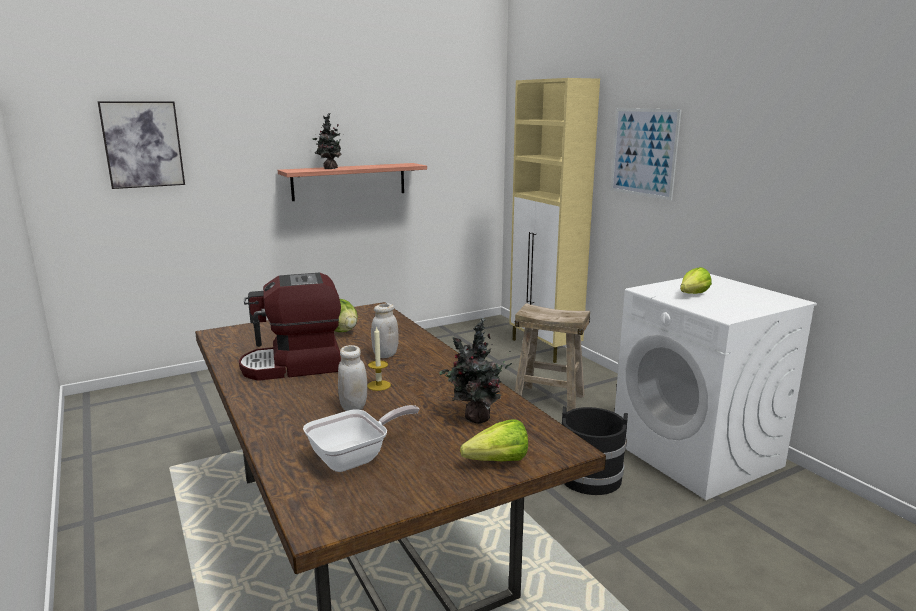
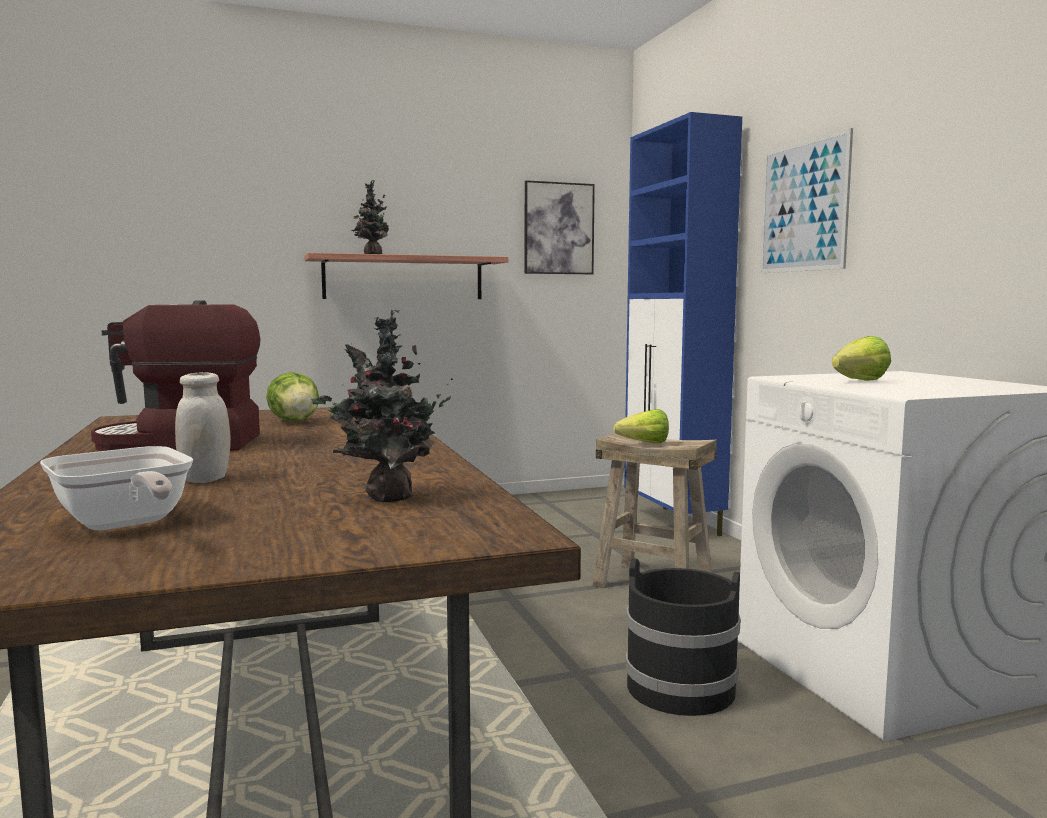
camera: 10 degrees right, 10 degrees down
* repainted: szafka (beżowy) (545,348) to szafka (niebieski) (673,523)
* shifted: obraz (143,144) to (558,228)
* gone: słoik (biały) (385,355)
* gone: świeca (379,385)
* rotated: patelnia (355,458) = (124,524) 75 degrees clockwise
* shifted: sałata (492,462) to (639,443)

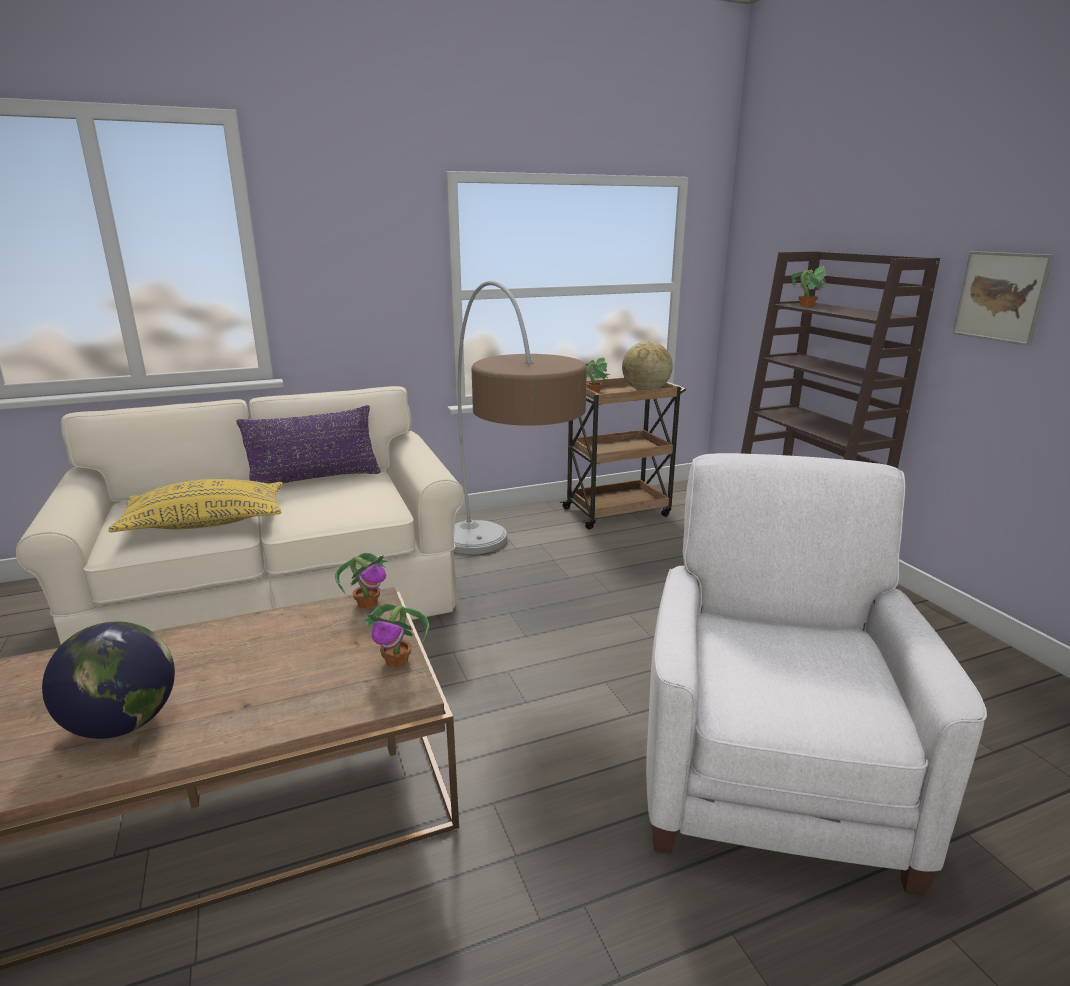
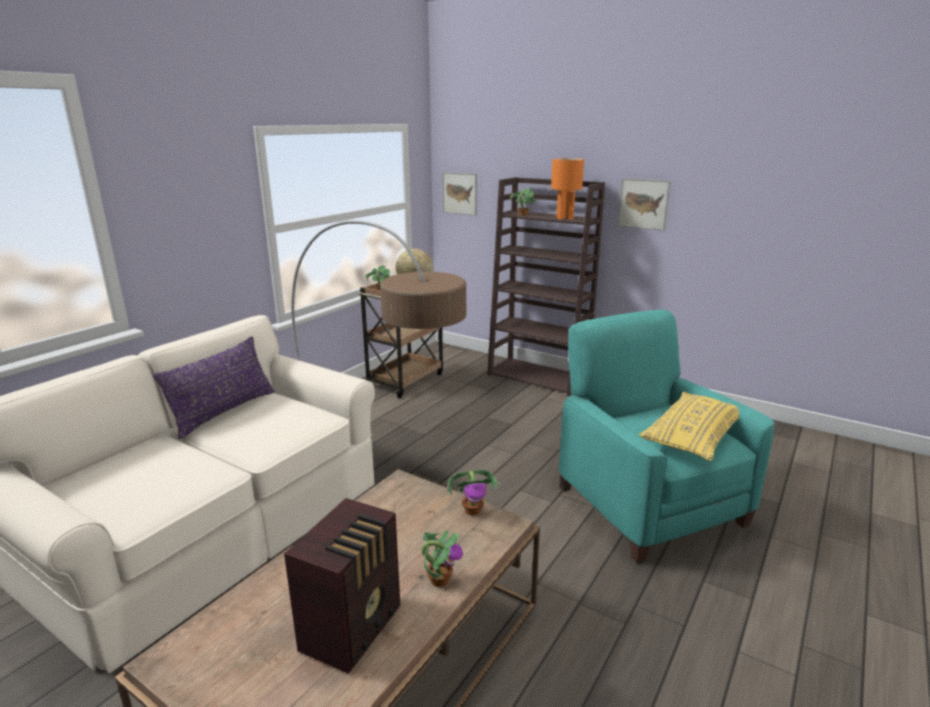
camera: 35 degrees left, 0 degrees up
* repainted: fotel (biały) (770,778) to fotel (turkusowy) (648,504)
* shifted: poduszka (żółty) (206,523) to (693,437)
* shifted: roślina doniczkowa (367,603) to (439,580)
* swapped: globus (124,723) to radio (354,627)
* new: lampa stołowa (pomarańczowy) (564,218)
* new: obraz (459,193)

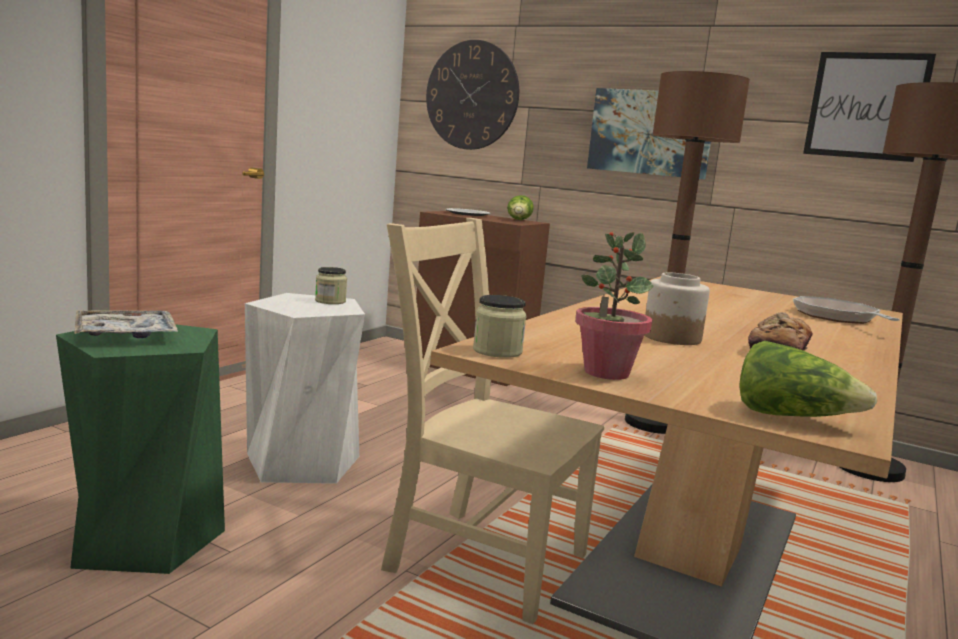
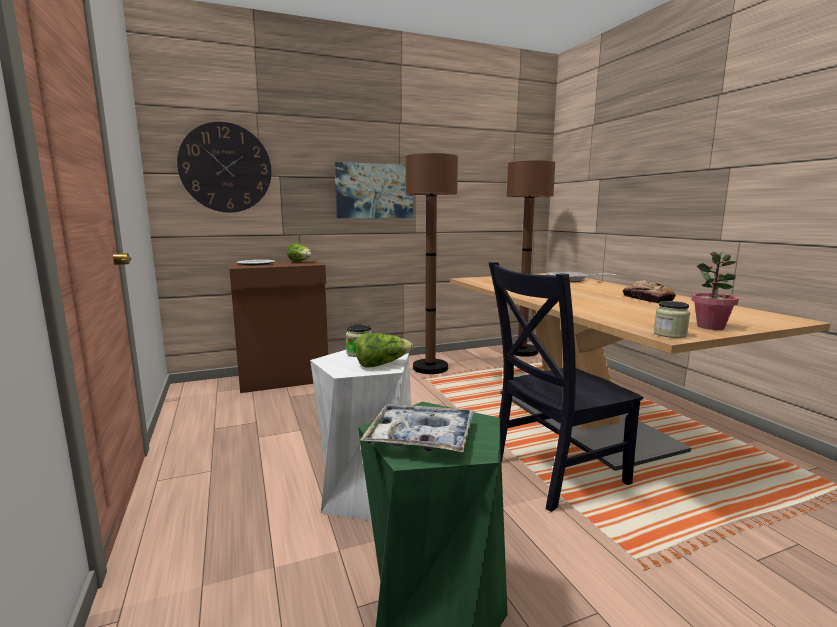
camera: 50 degrees left, 0 degrees up
* gone: obraz (866,106)
* repainted: krzesło (beżowy) (479,558) to krzesło (czarny) (553,473)
* gone: słoik (671,337)
* shifted: sałata (792,417) to (382,364)

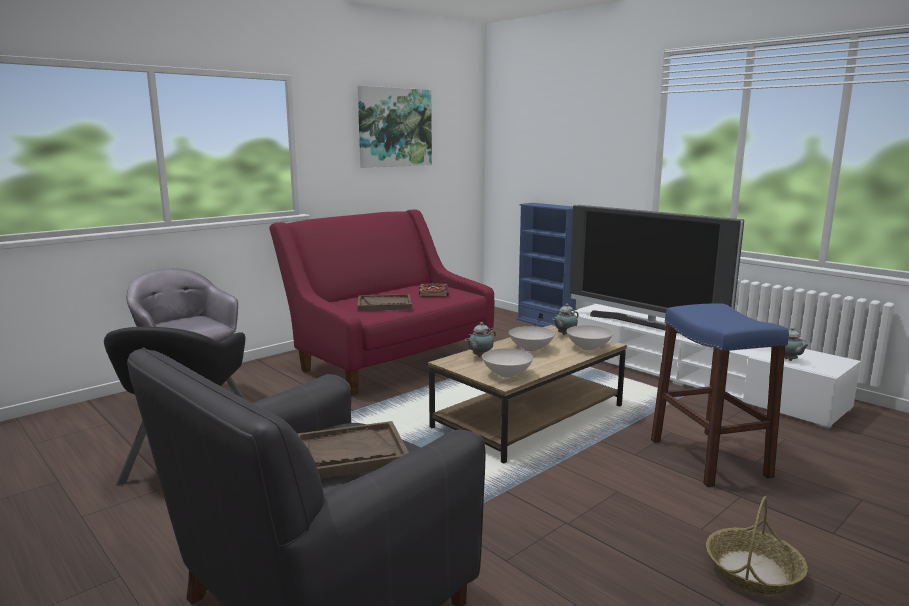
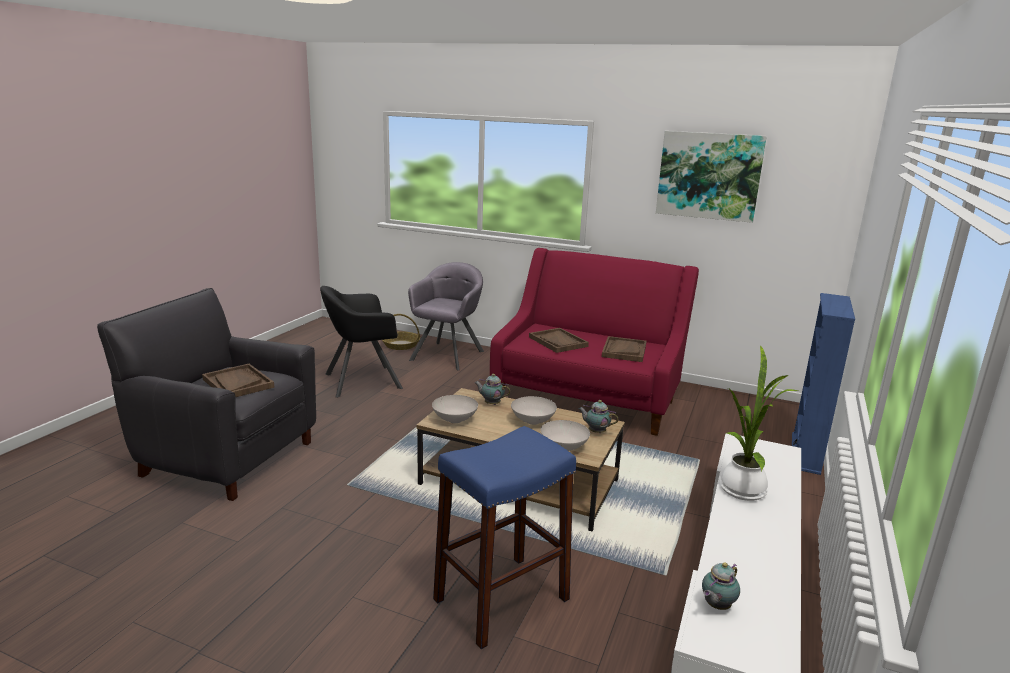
camera: 65 degrees right, 5 degrees up
* swapped: telewizor (647,325) to roślina doniczkowa (743,488)
* swapped: książka (433,292) to taca (brązowy) (624,350)
* shifted: koszyk (753,571) to (400,345)

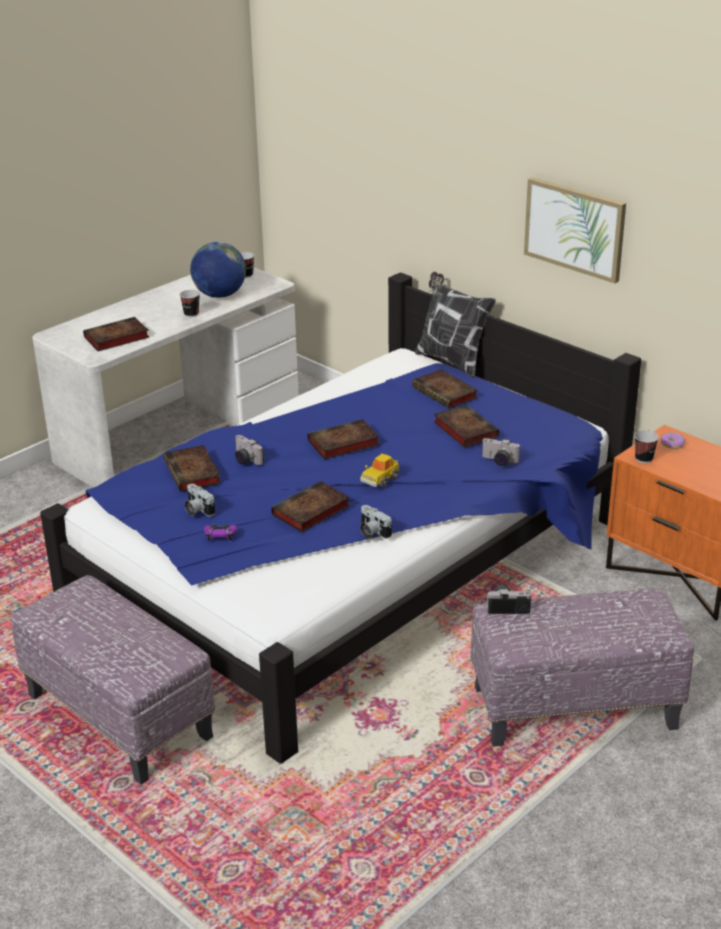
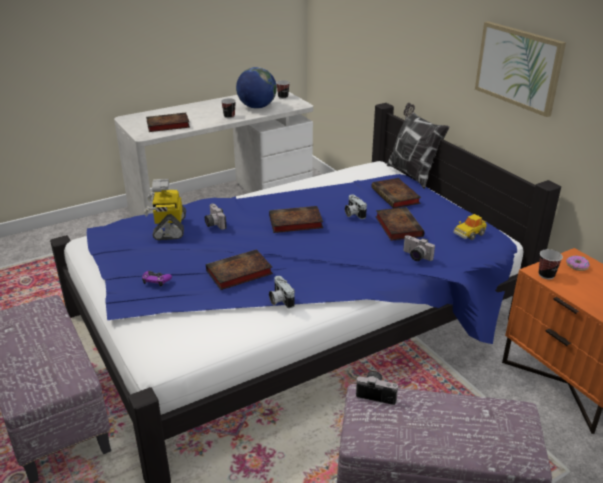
camera: 15 degrees right, 0 degrees up
* swapped: książka (193,473) to robot zabawkowy (169,228)
* shifted: samochodzik (380,479) to (469,233)
* shifted: aparat fotograficzny (197,510) to (353,213)

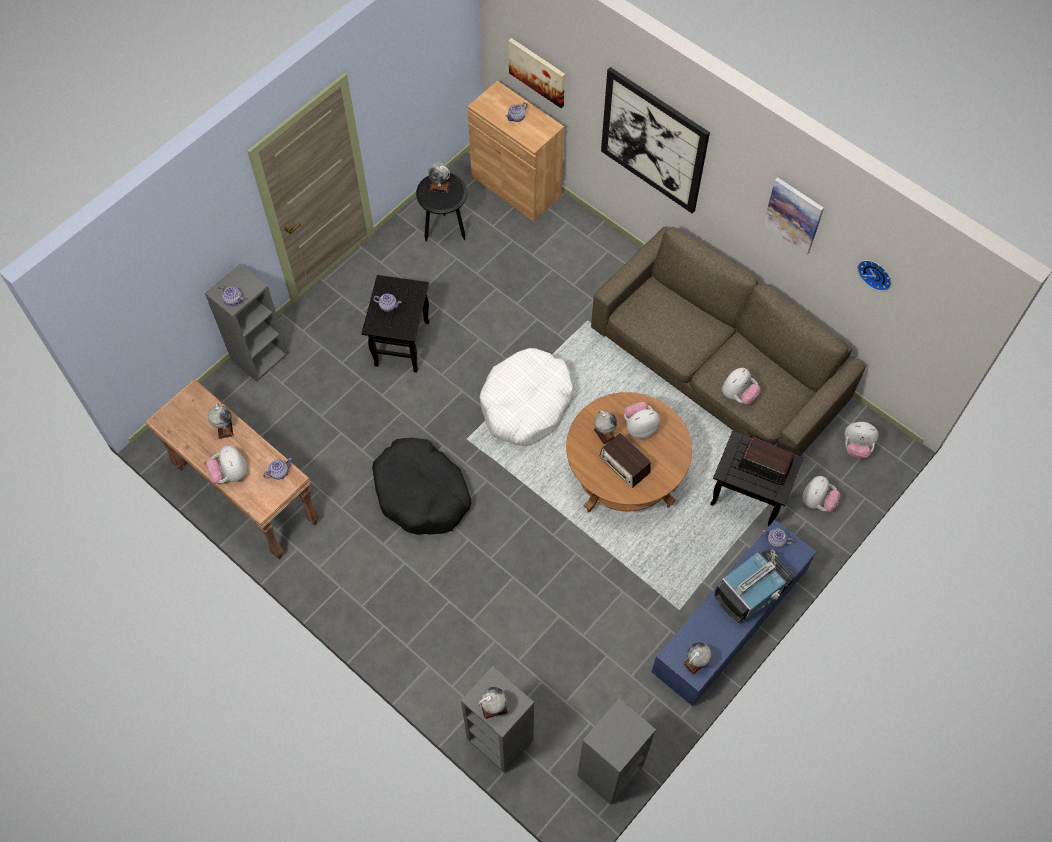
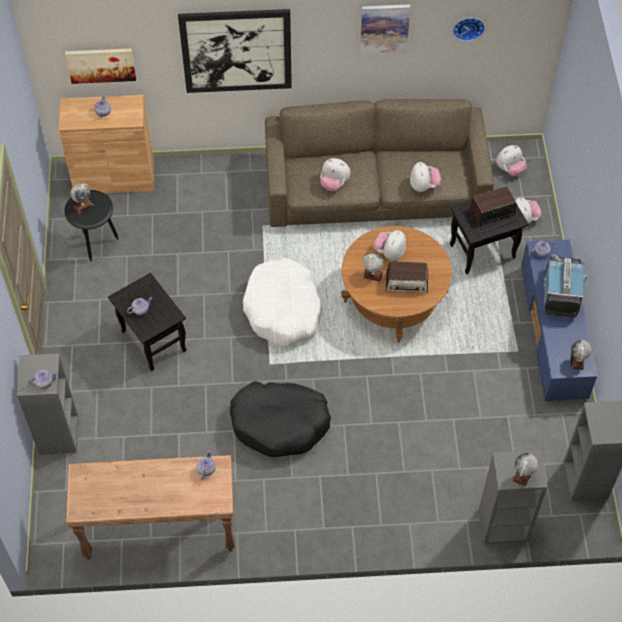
camera: 45 degrees left, 5 degrees down
* gone: globus (225,428)
* shifted: pluszak (230,474) to (334,184)

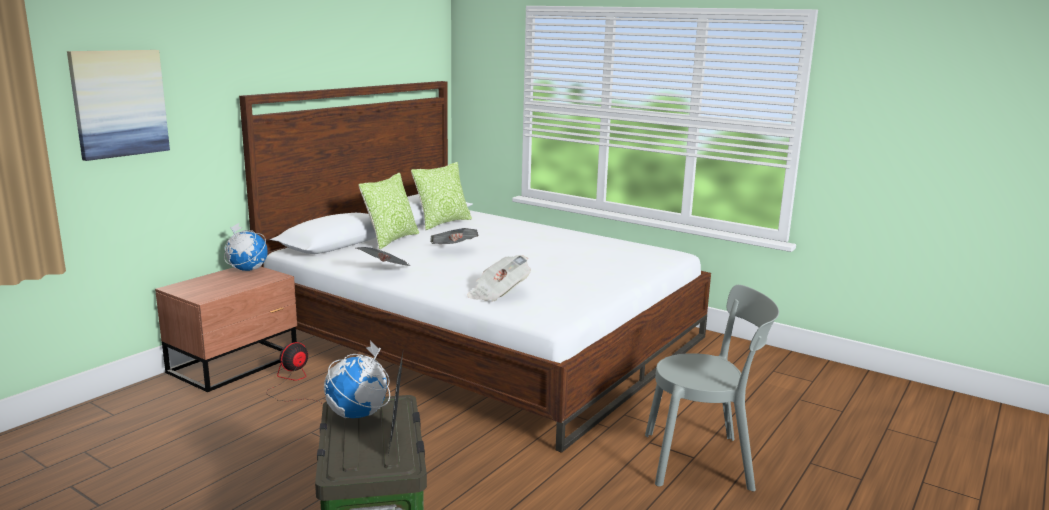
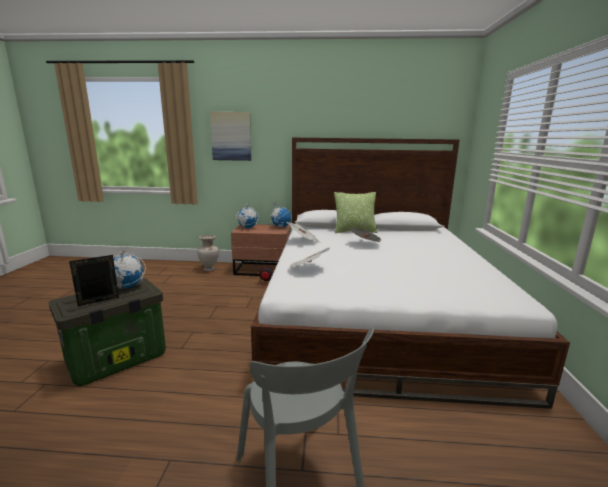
camera: 60 degrees right, 0 degrees up
* gone: poduszka (442,223)
* new: globus (247,227)
* new: wazon (beżowy) (209,269)

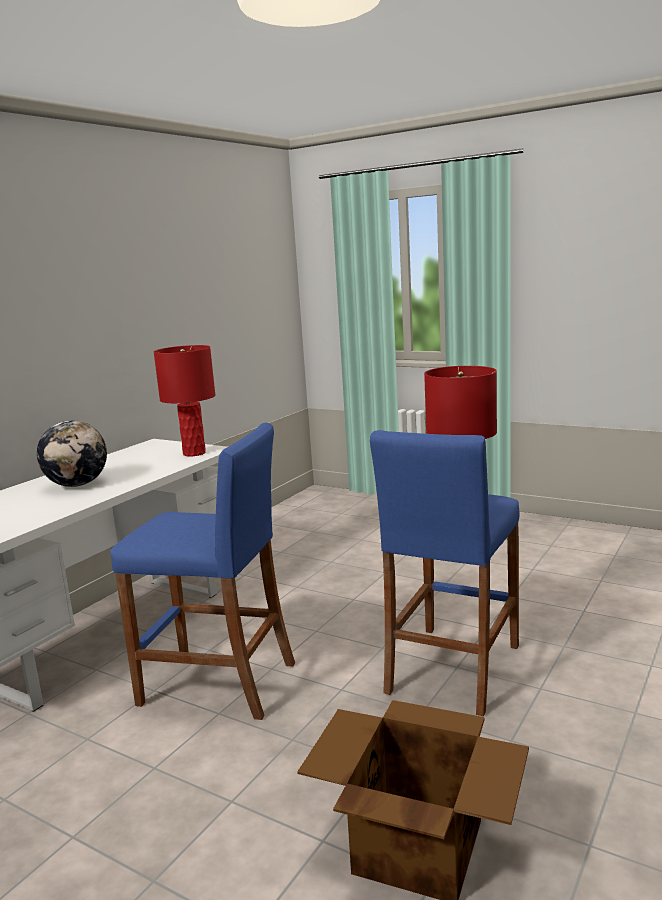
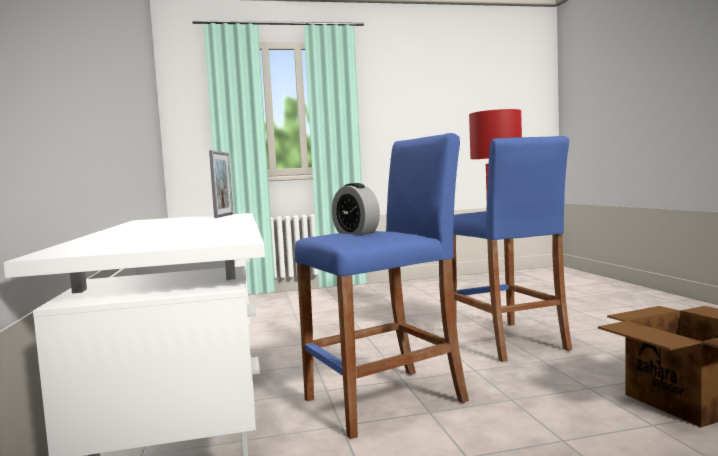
camera: 45 degrees left, 10 degrees down
* swapped: lampa stołowa (czerwony) (194,453) to ramka na zdjęcie (224,216)
* gone: globus (77,485)
* new: budzik (356,233)

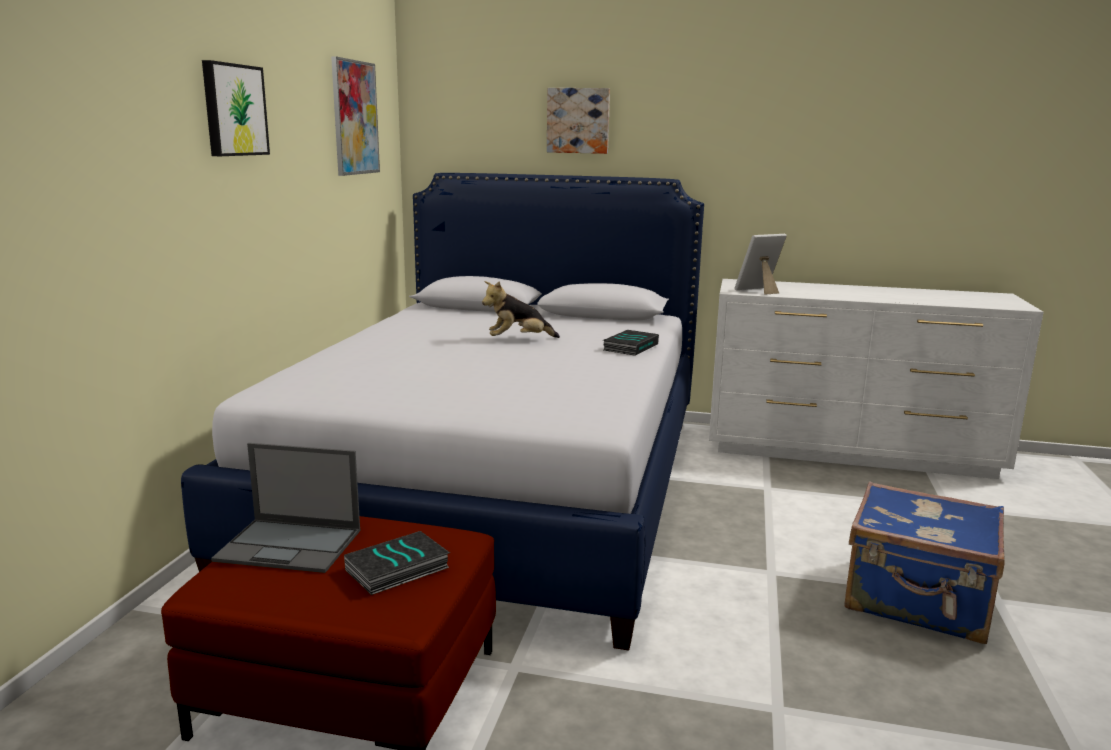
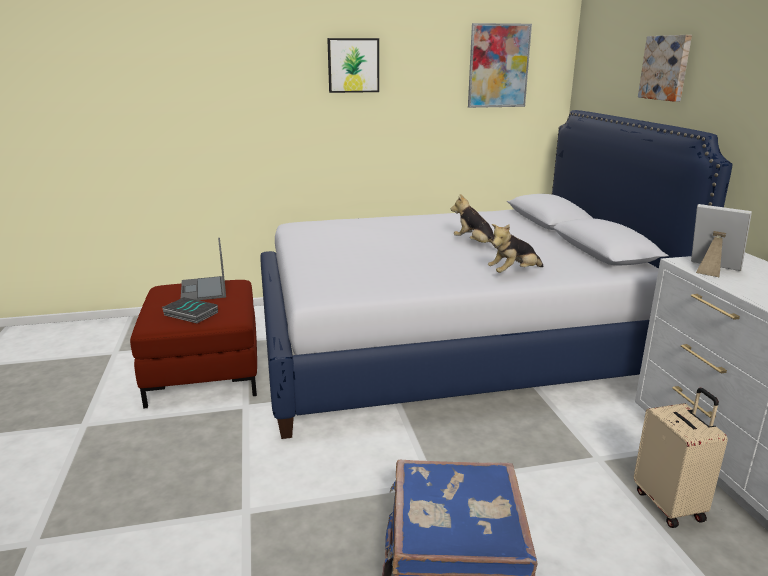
camera: 65 degrees right, 5 degrees up
* swapped: książka (630,347) to pluszak (514,273)
* new: walizka (beżowy) (670,505)

